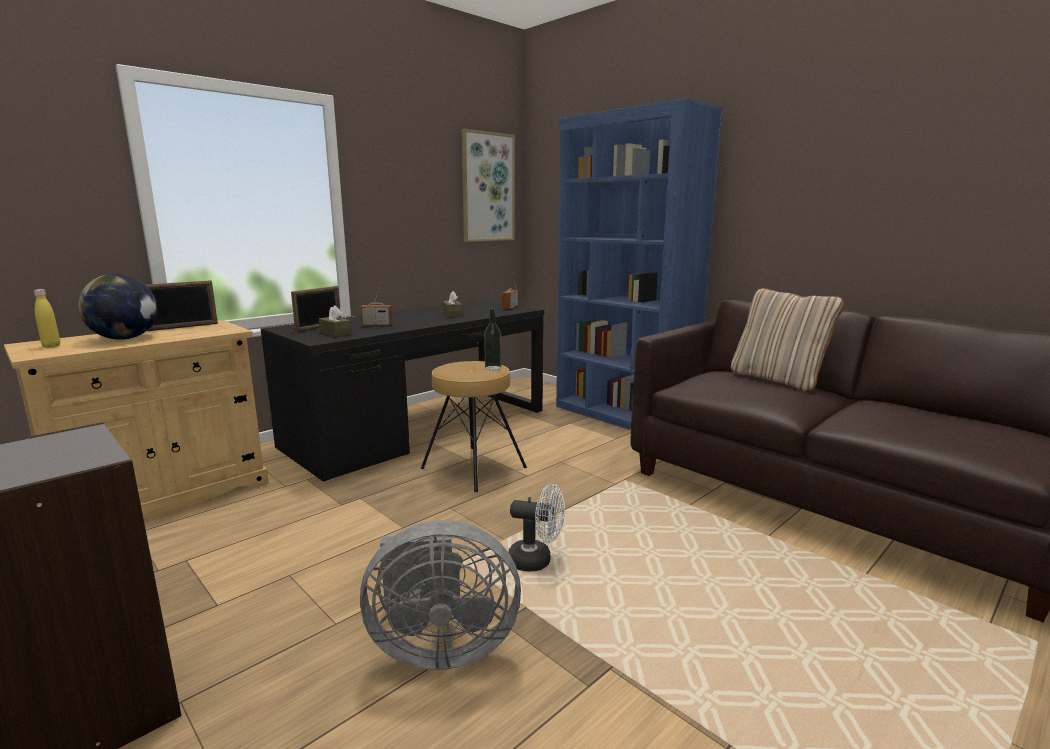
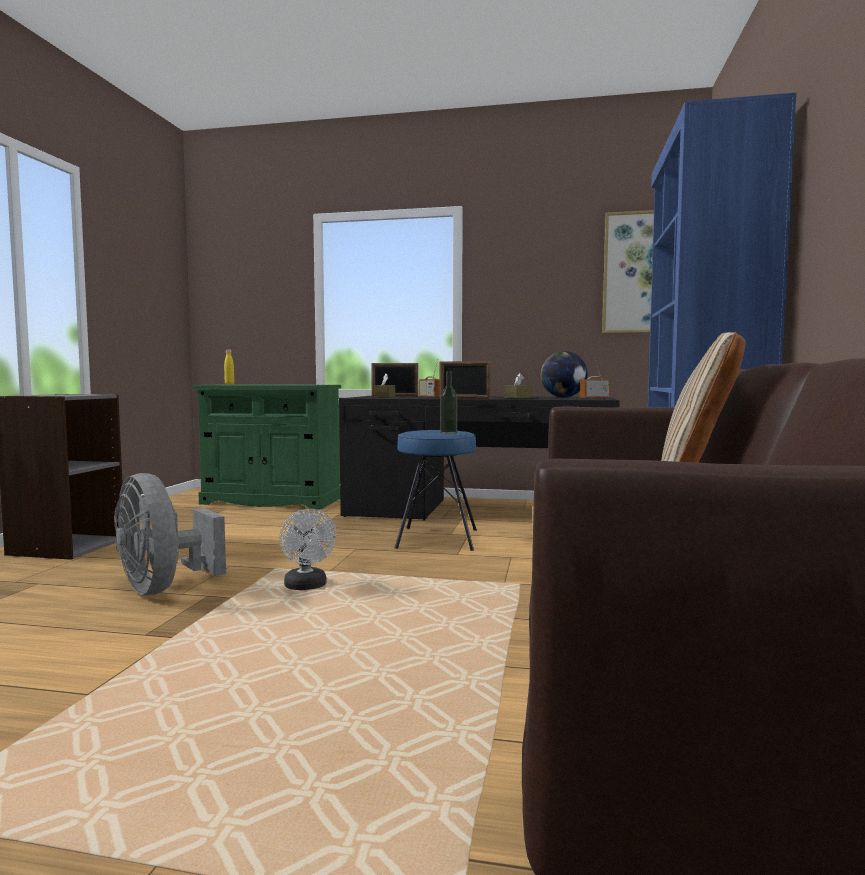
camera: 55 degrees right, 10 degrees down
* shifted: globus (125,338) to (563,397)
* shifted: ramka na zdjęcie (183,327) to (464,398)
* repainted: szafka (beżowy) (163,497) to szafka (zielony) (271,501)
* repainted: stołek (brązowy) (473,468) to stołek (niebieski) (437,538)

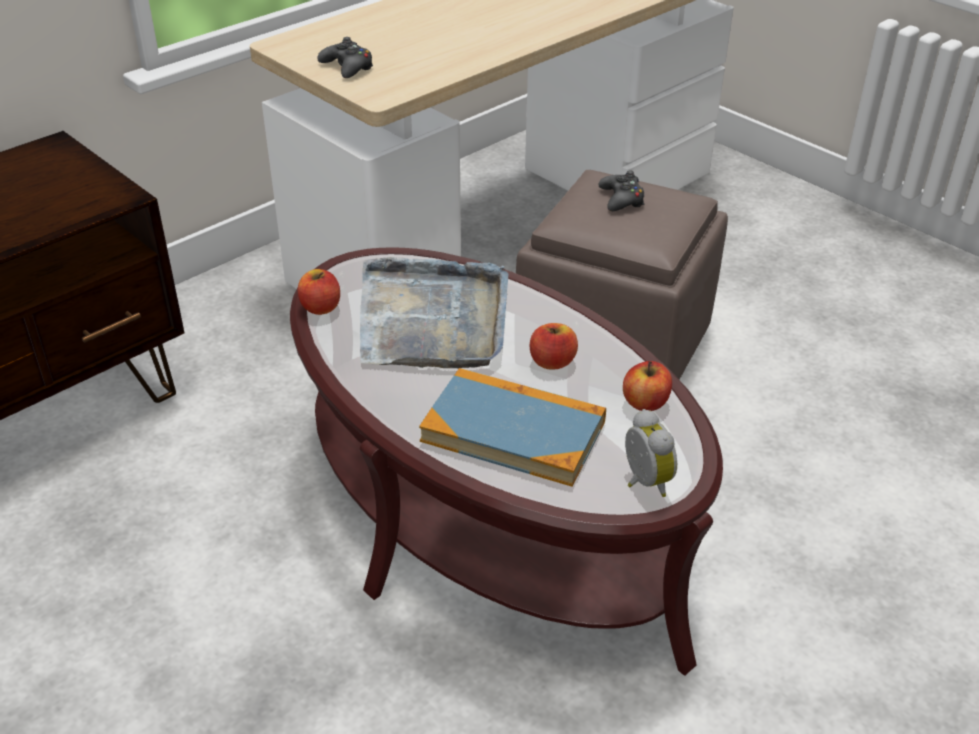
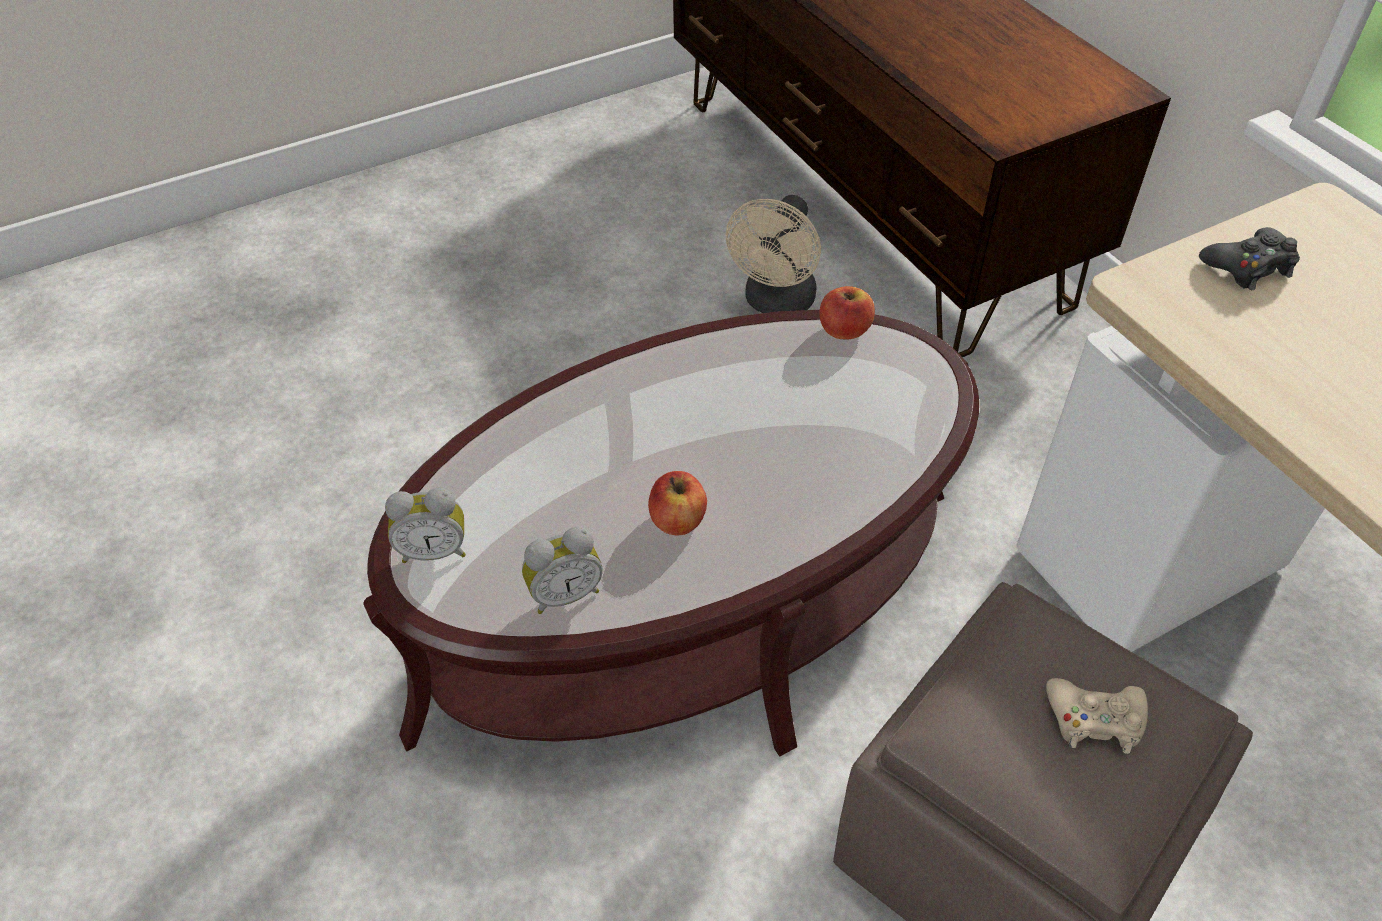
camera: 105 degrees right, 10 degrees up
* repainted: pad do gier (czarny) (621,199) to pad do gier (beżowy) (1094,720)
* gone: taca (szary) (432,319)
* swapped: jabłko (645,402) to budzik (564,593)
* gone: książka (513,431)
* new: wentylator (beżowy) (776,303)

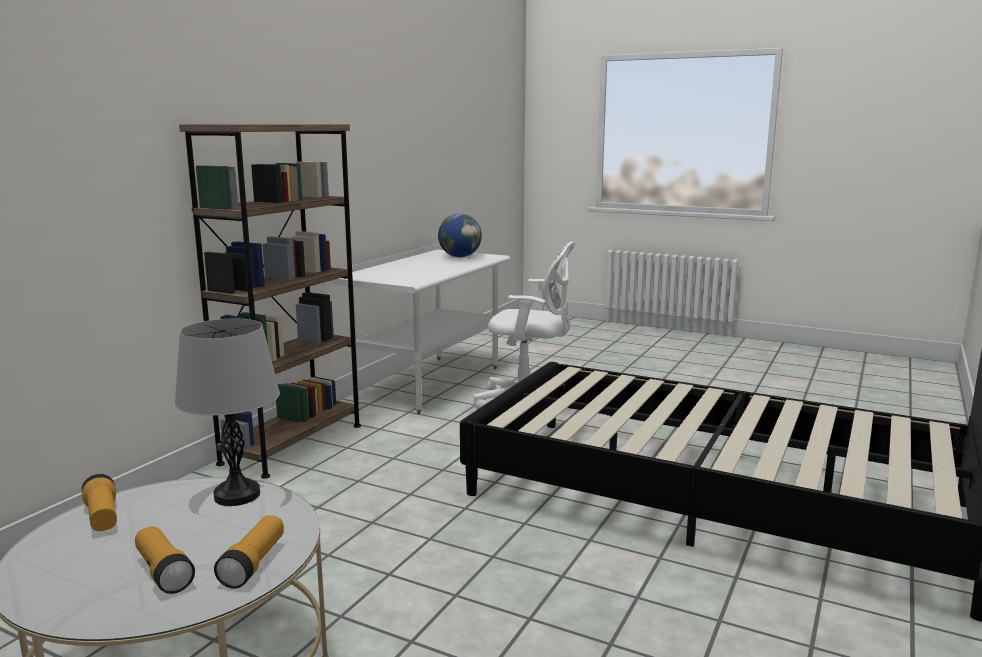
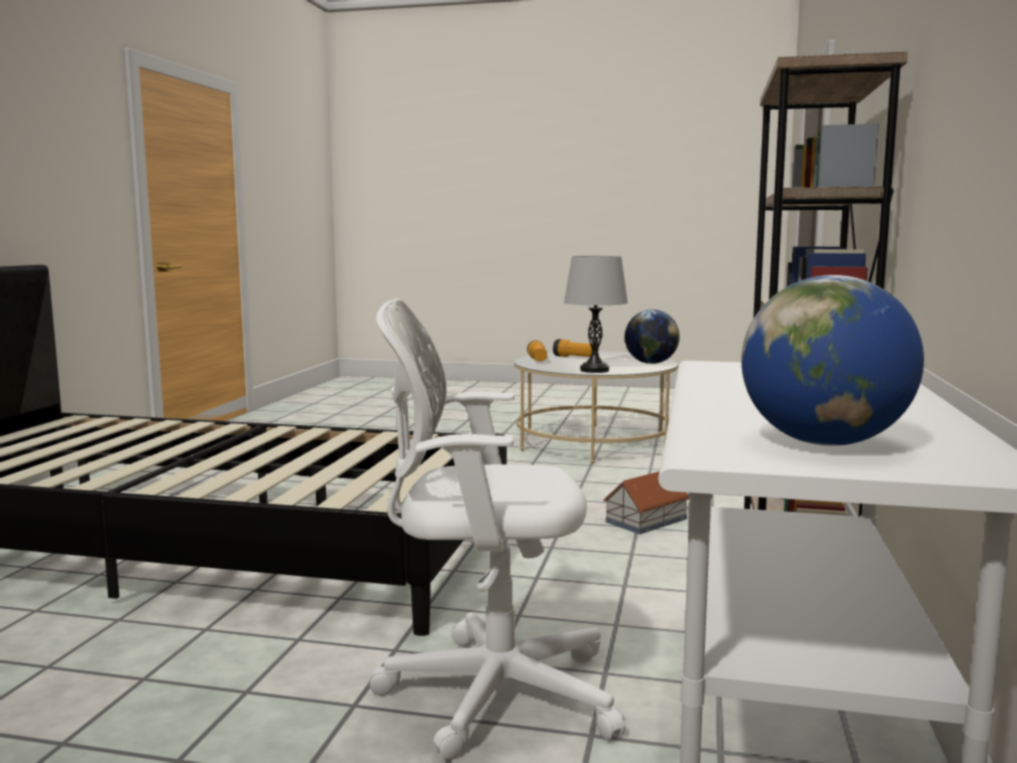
camera: 165 degrees right, 5 degrees down
* swapped: latarka (102,516) to globus (651,363)
* new: domek (647,520)

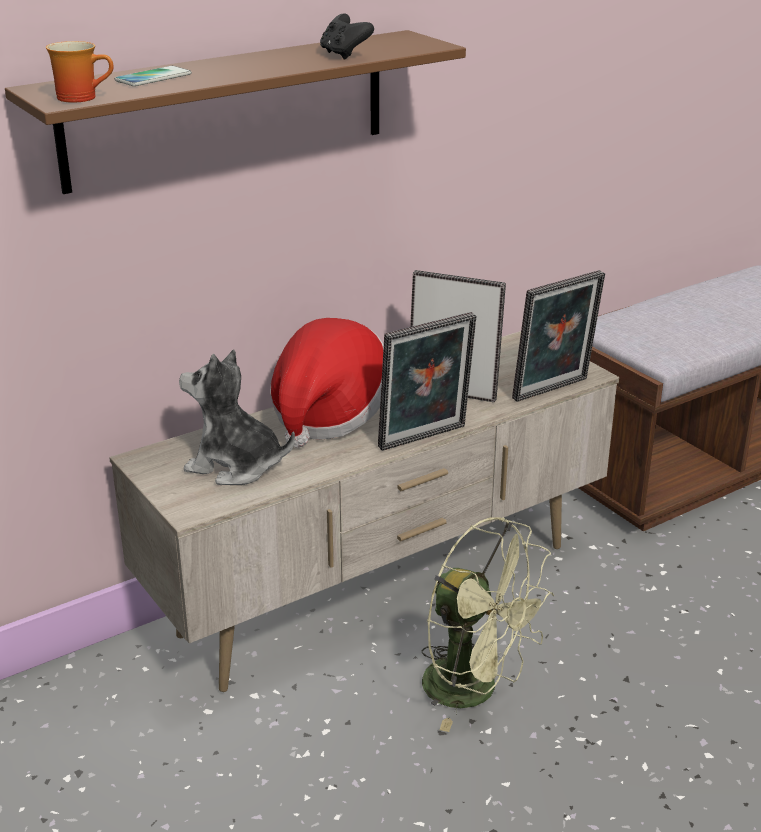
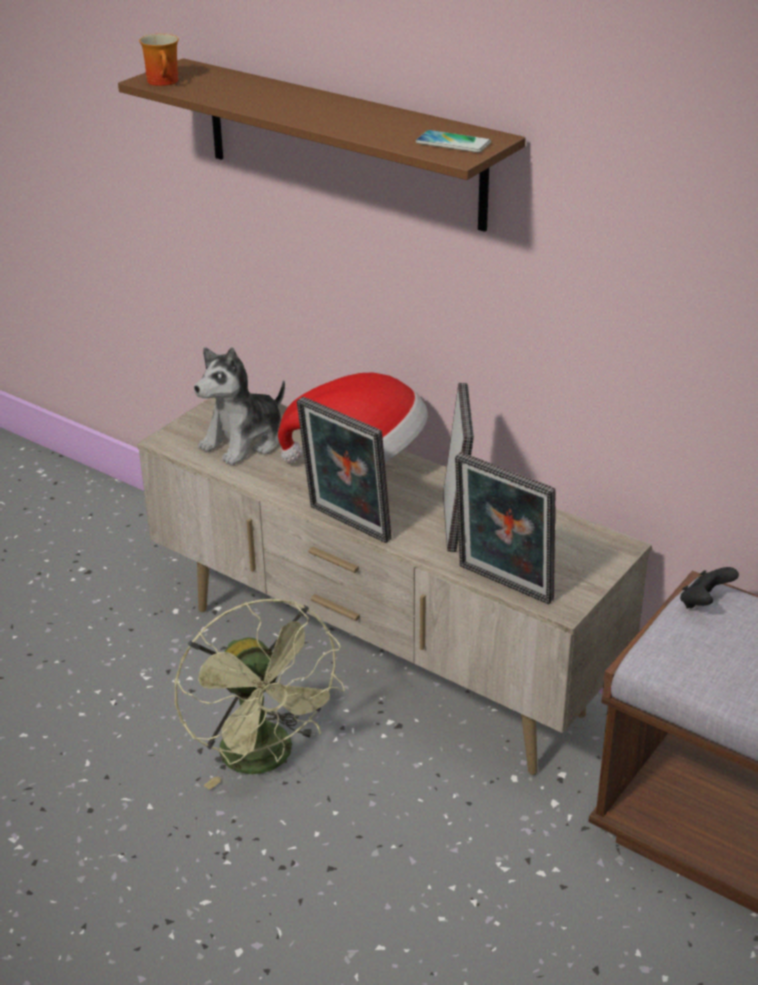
camera: 70 degrees right, 5 degrees up
* shifted: pad do gier (czarny) (344,55) to (704,603)
* shifted: telefon (153,78) to (453,143)
* rotated: pluszak (235,466) = (244,441) 135 degrees counterclockwise
* rotated: wentylator (zielony) (475,690) = (266,759) 45 degrees counterclockwise

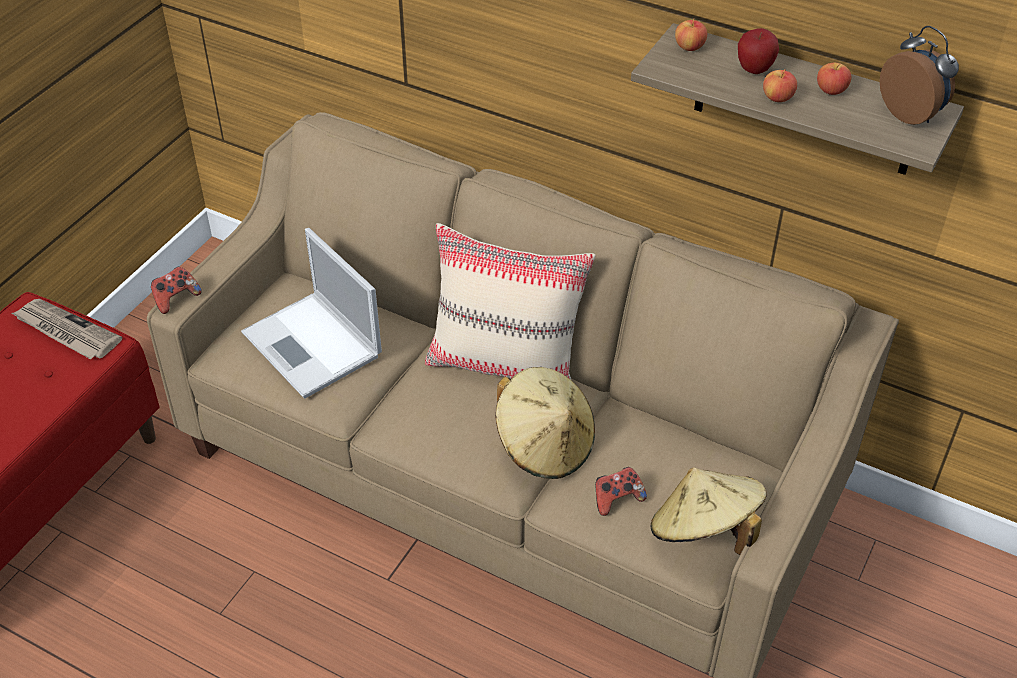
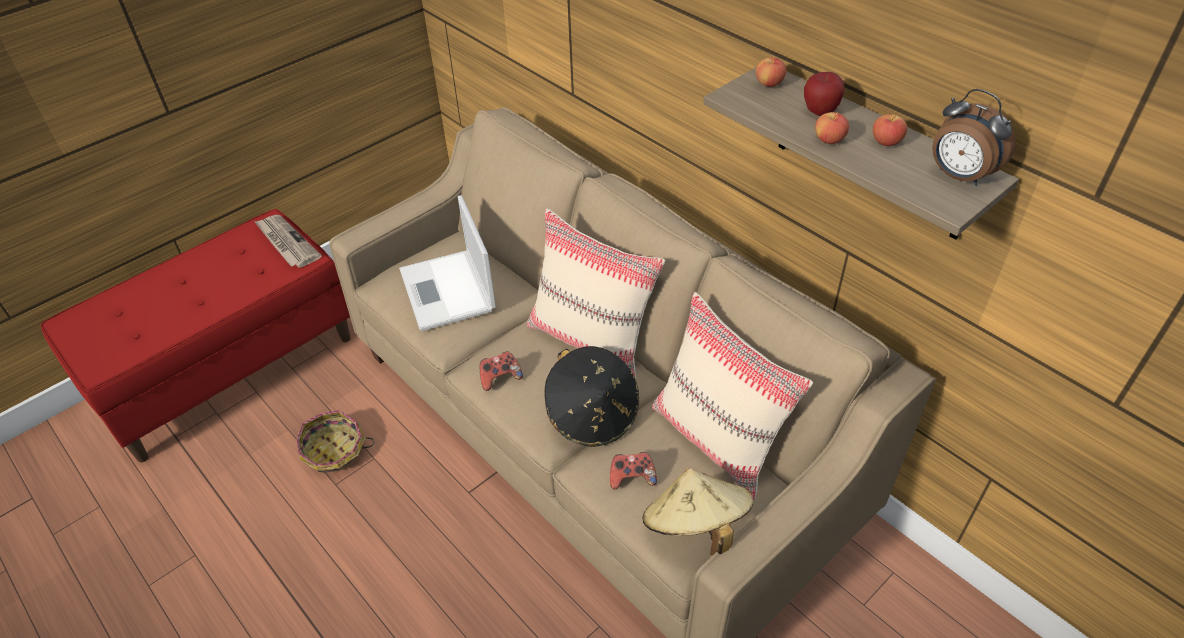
camera: 20 degrees right, 0 degrees up
* rotated: budzik (912,114) = (959,176) 150 degrees clockwise
* shifted: pad do gier (176,299) to (500,378)
* repainted: kapelusz (beżowy) (545,445) to kapelusz (czarny) (593,415)
* new: poduszka (beżowy) (718,439)
* new: koszyk (334,451)

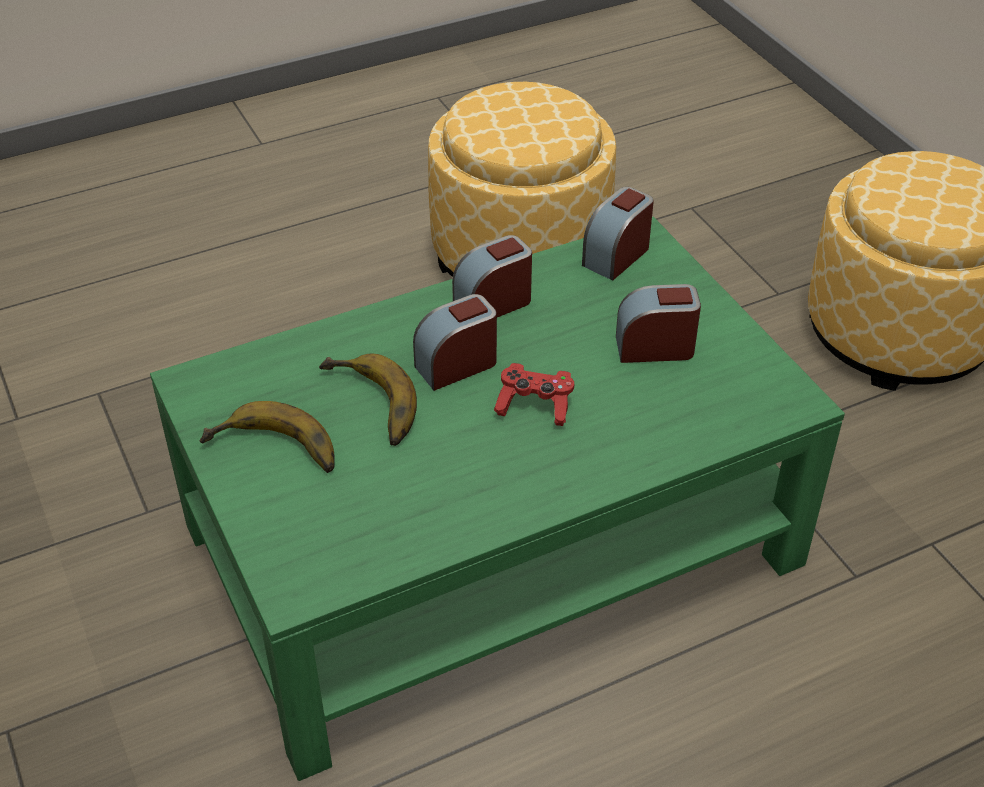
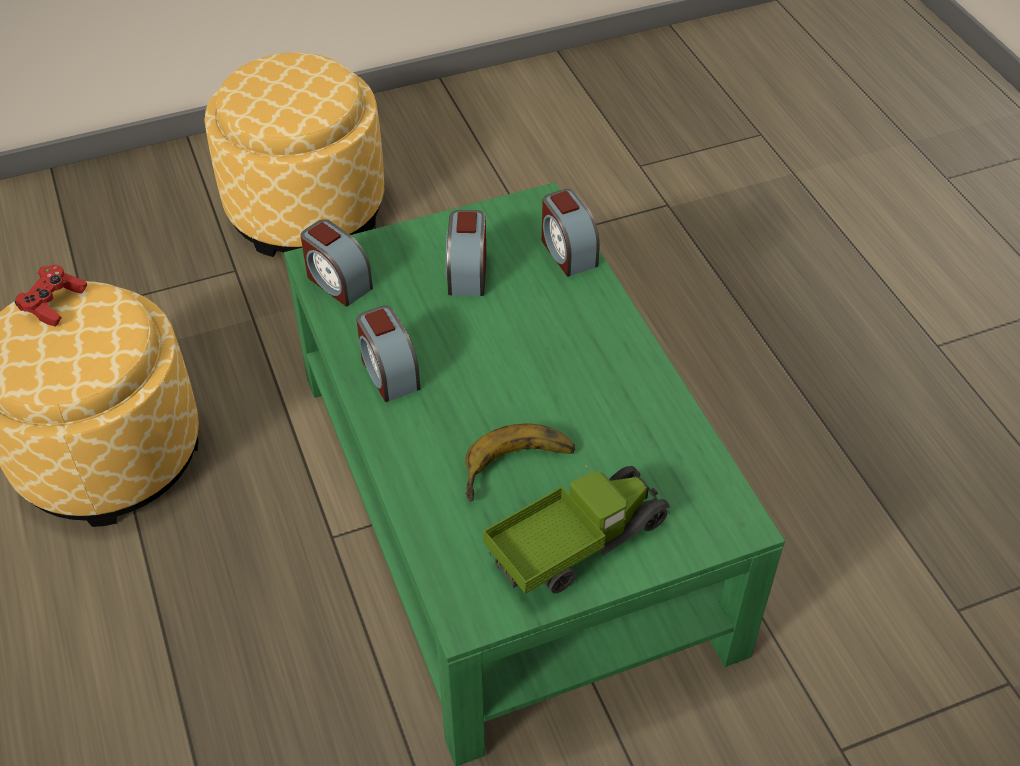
camera: 85 degrees left, 5 degrees up
* shifted: budzik (456,365) to (567,252)
* shifted: pad do gier (czerwony) (535,405) to (54,303)
* swapped: banan (272,454) to ciężarówka zabawkowa (576,543)

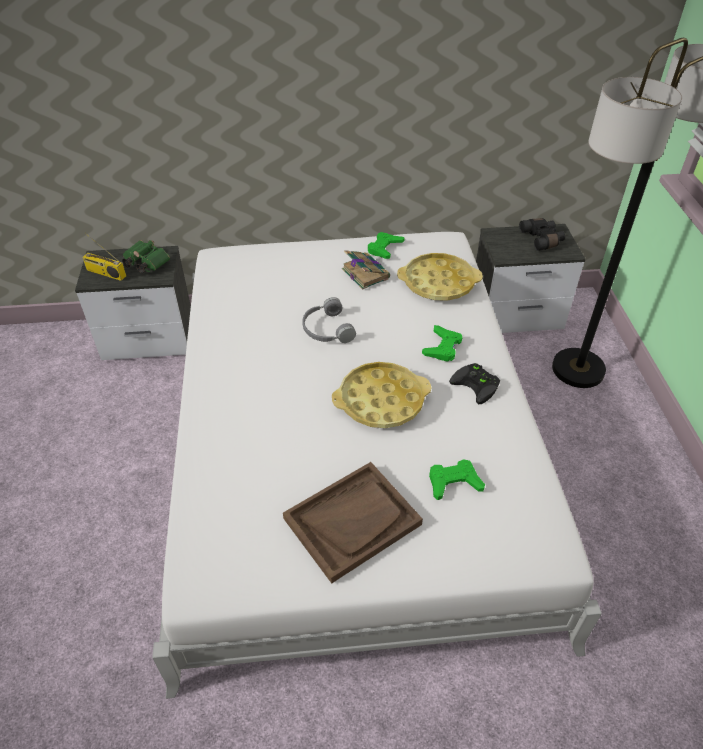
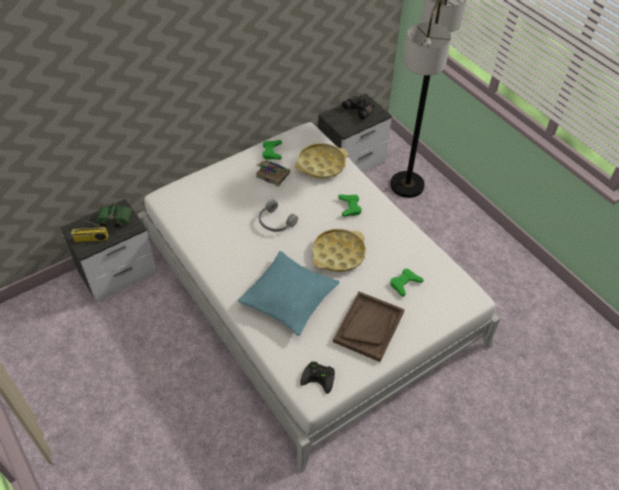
camera: 30 degrees left, 5 degrees up
* shifted: pad do gier (czarny) (478,385) to (320,377)
* new: poduszka (turkusowy) (289,298)

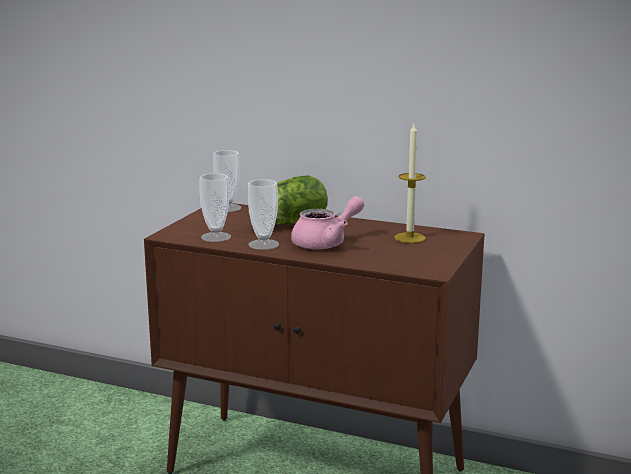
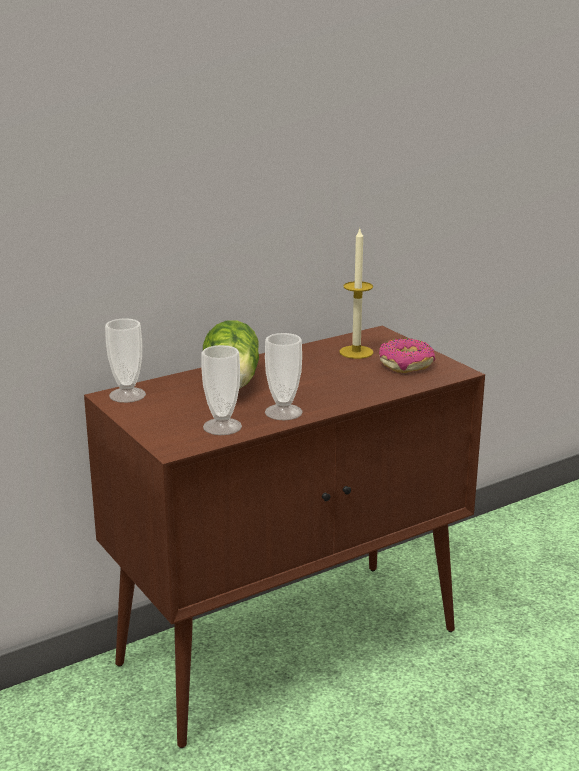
camera: 55 degrees left, 5 degrees up
* gone: imbryk (różowy) (326,243)
* new: donut (406,364)

